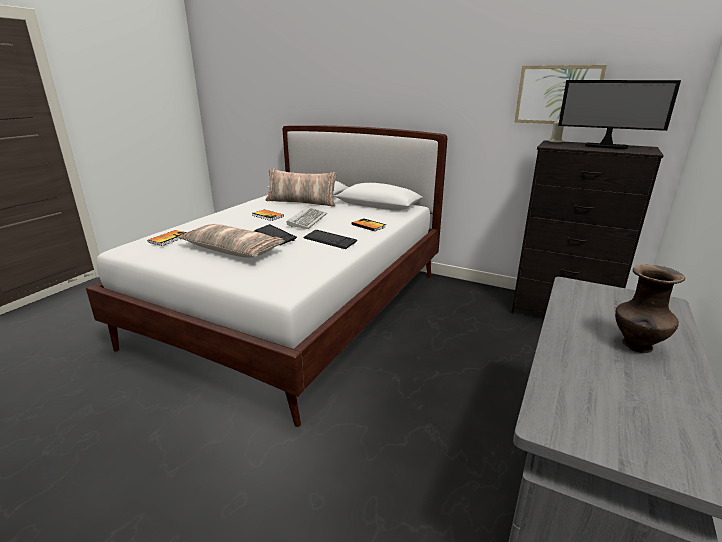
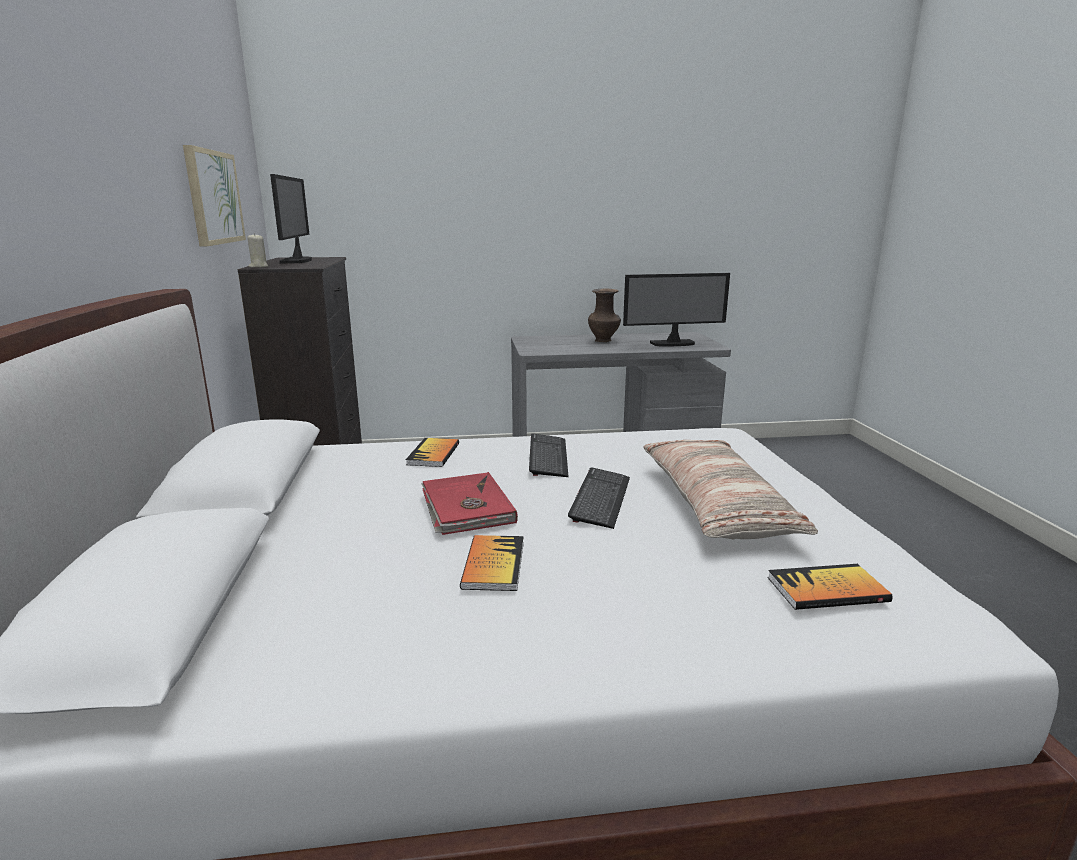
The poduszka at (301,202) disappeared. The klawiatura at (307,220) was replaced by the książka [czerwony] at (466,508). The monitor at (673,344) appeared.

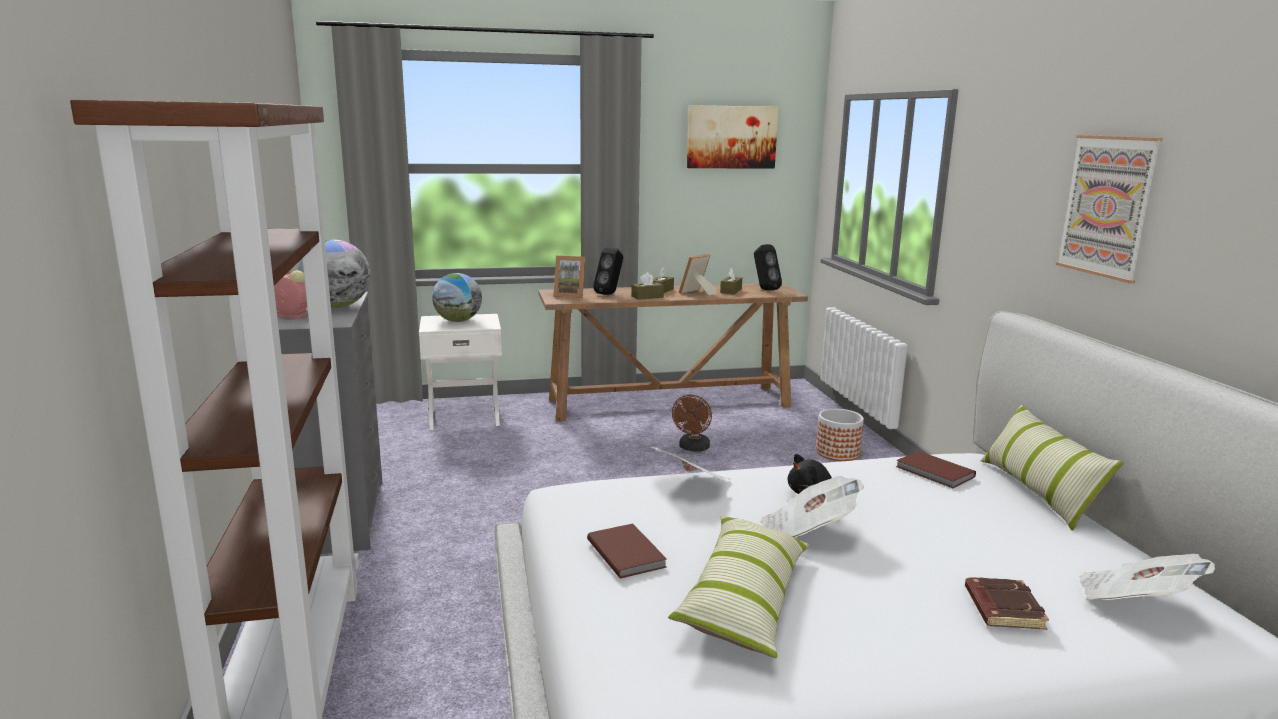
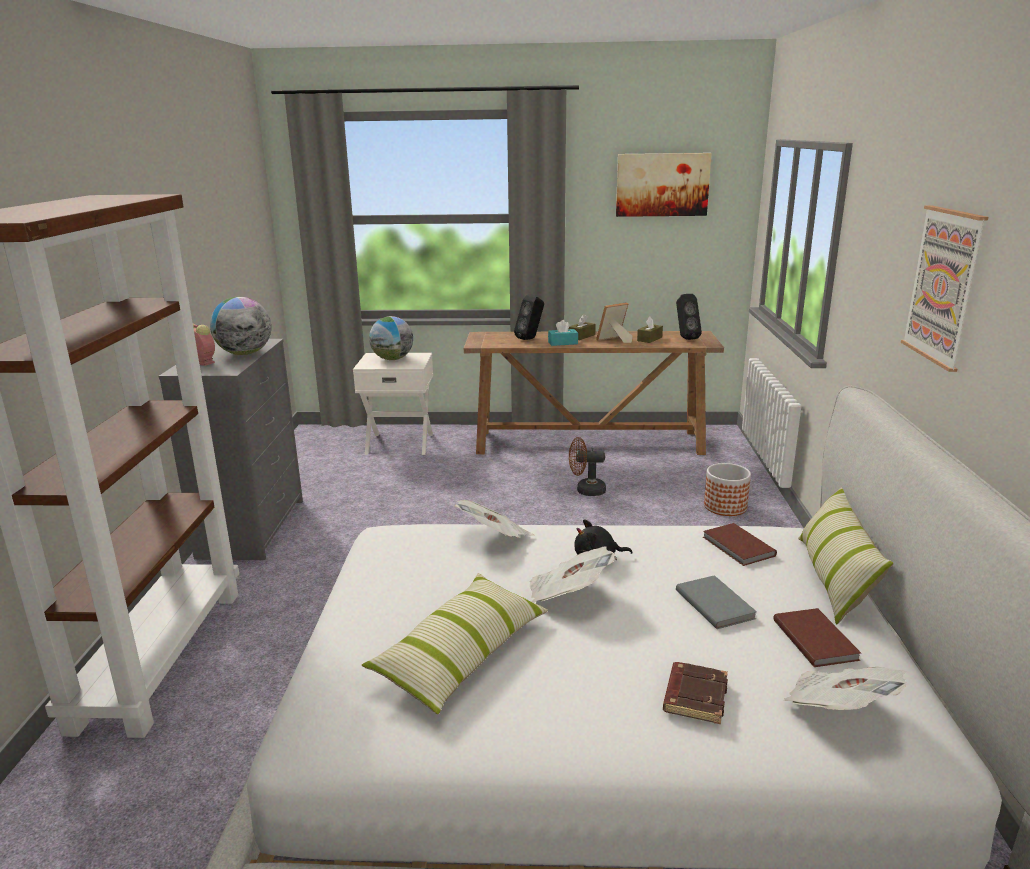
The ramka na zdjęcie at (570,295) disappeared. The książka [brązowy] moved from (627,552) to (816,639). The pudełko chusteczek [brązowy] at (647,297) became the pudełko chusteczek [turkusowy] at (563,343). The wentylator [brązowy] at (693,448) turned 60 degrees clockwise. The książka [szary] at (715,603) appeared.

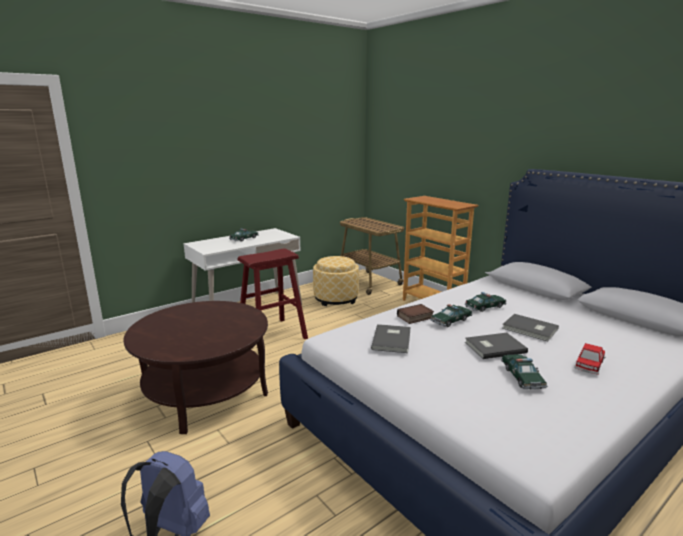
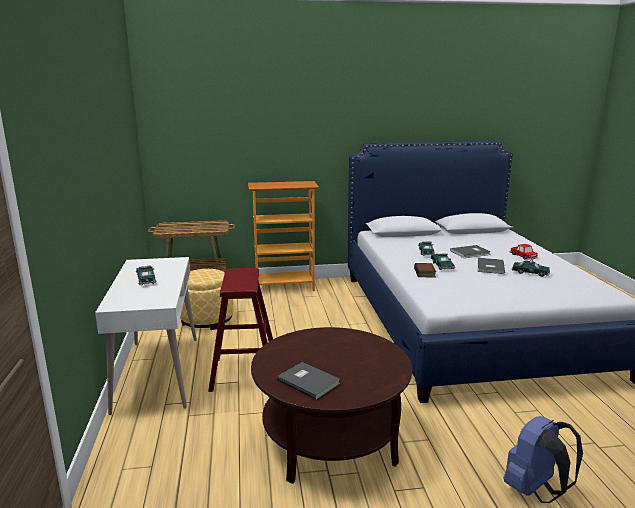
The książka [szary] moved from (393,340) to (309,381).

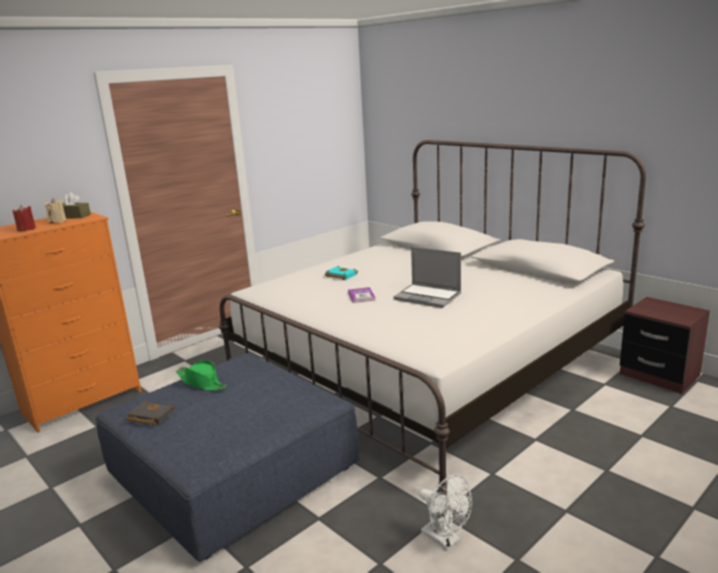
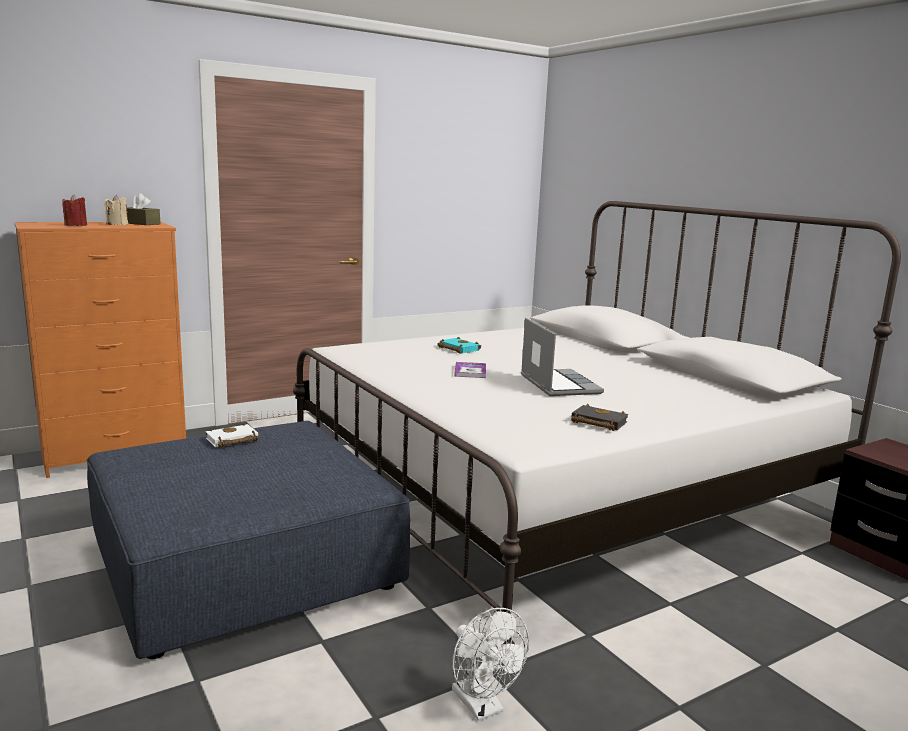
The książka [czarny] moved from (149,417) to (597,422). The kapelusz [zielony] at (202,383) was replaced by the książka [biały] at (231,441). The laptop at (428,297) turned 150 degrees counterclockwise.

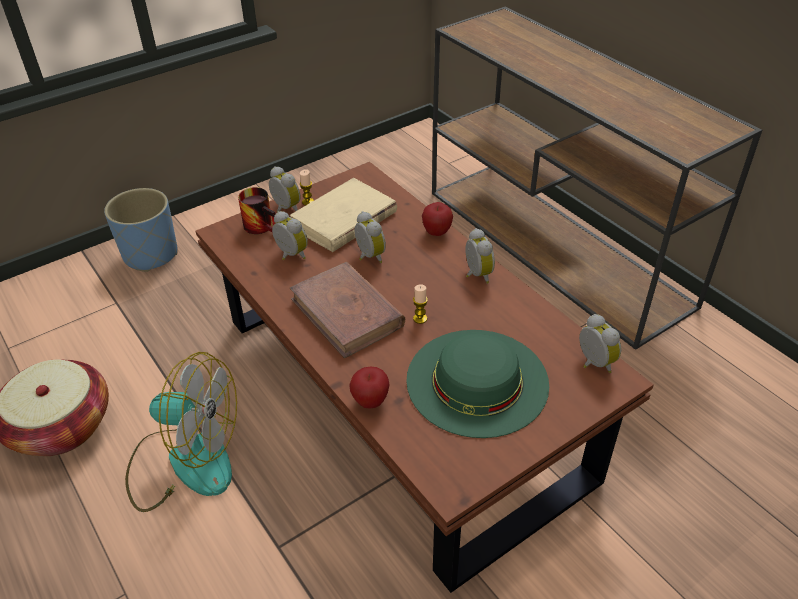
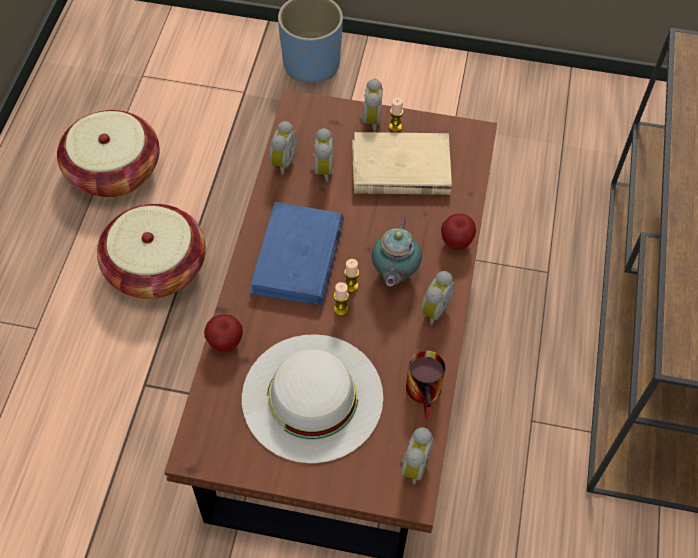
The wentylator at (185,461) was replaced by the koszyk at (156,268). The kubek moved from (263,226) to (427,393). The książka [brązowy] at (347,313) became the książka [niebieski] at (298,258). The budzik moved from (368,256) to (281,162). The kapelusz [zielony] at (477,381) became the kapelusz [biały] at (312,397). The świeca at (351,286) appeared. The imbryk at (394,274) appeared.

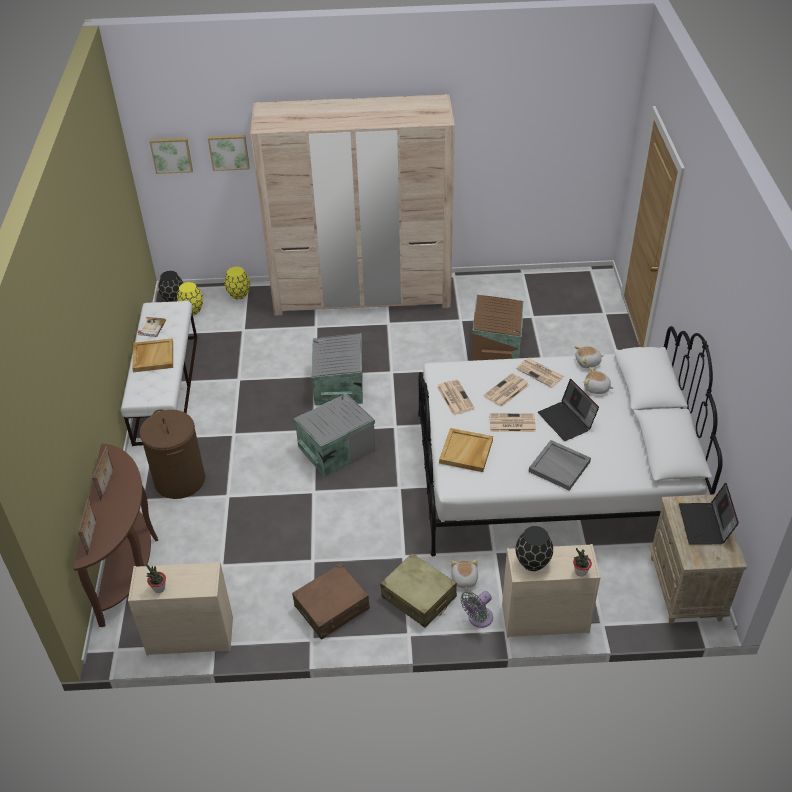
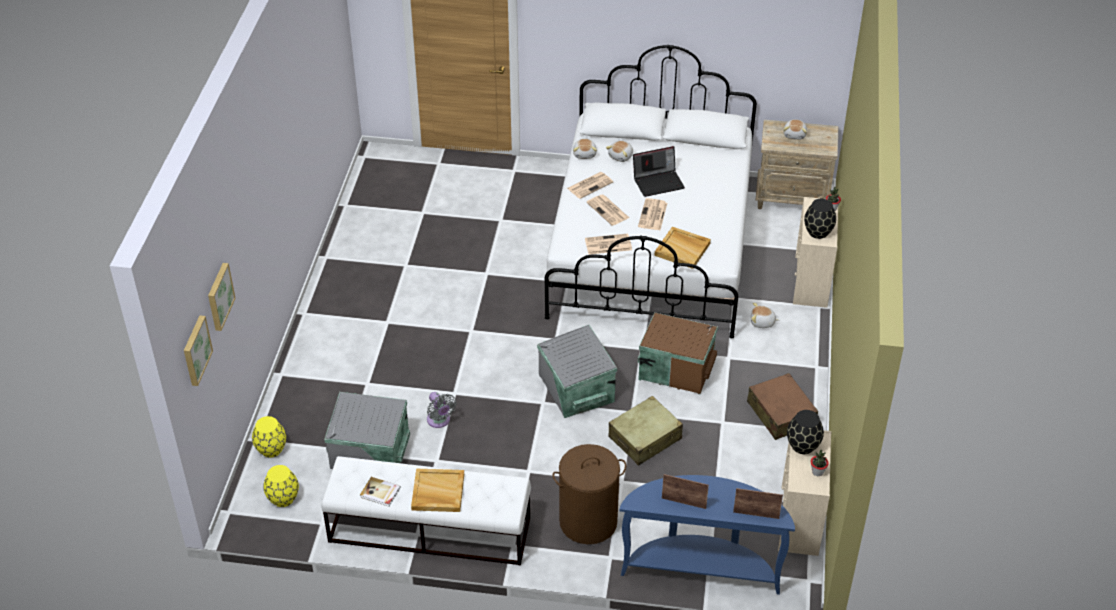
The stolik konsolowy [brązowy] at (131,564) became the stolik konsolowy [niebieski] at (701,567). The wazon [czarny] moved from (173,298) to (802,446). The szafa [beżowy] at (362,294) disappeared. The pojemnik do przechowywania [szary] moved from (338,385) to (370,452). The walizka [beżowy] moved from (419,597) to (645,438). The wentylator [szary] moved from (478,619) to (439,421). The pojemnik do przechowywania [brązowy] moved from (497,345) to (675,367). The taca [szary] at (560,466) disappeared. The laptop at (705,525) was replaced by the pluszak at (795,134).

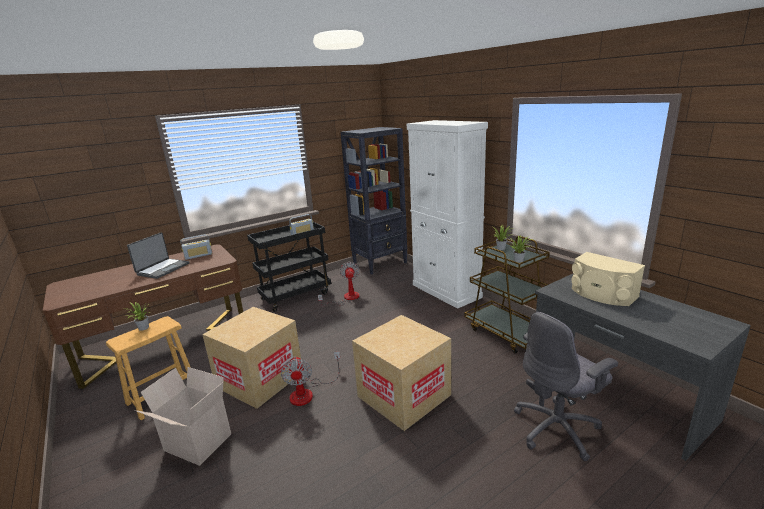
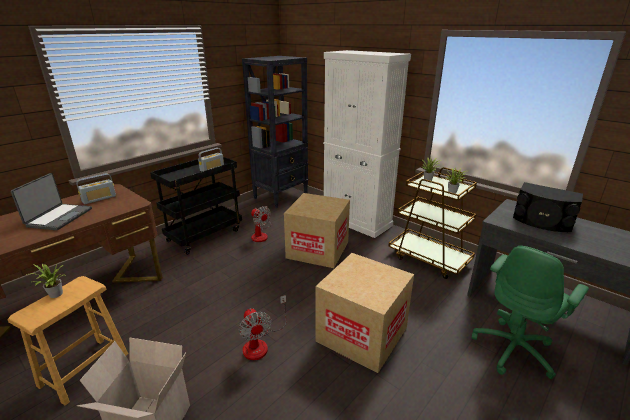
The karton moved from (260,379) to (317,250). The wentylator at (346,298) turned 150 degrees clockwise. The krzesło biurowe [szary] at (557,428) became the krzesło biurowe [zielony] at (514,349). The głośnik [beżowy] at (602,294) became the głośnik [czarny] at (542,221).

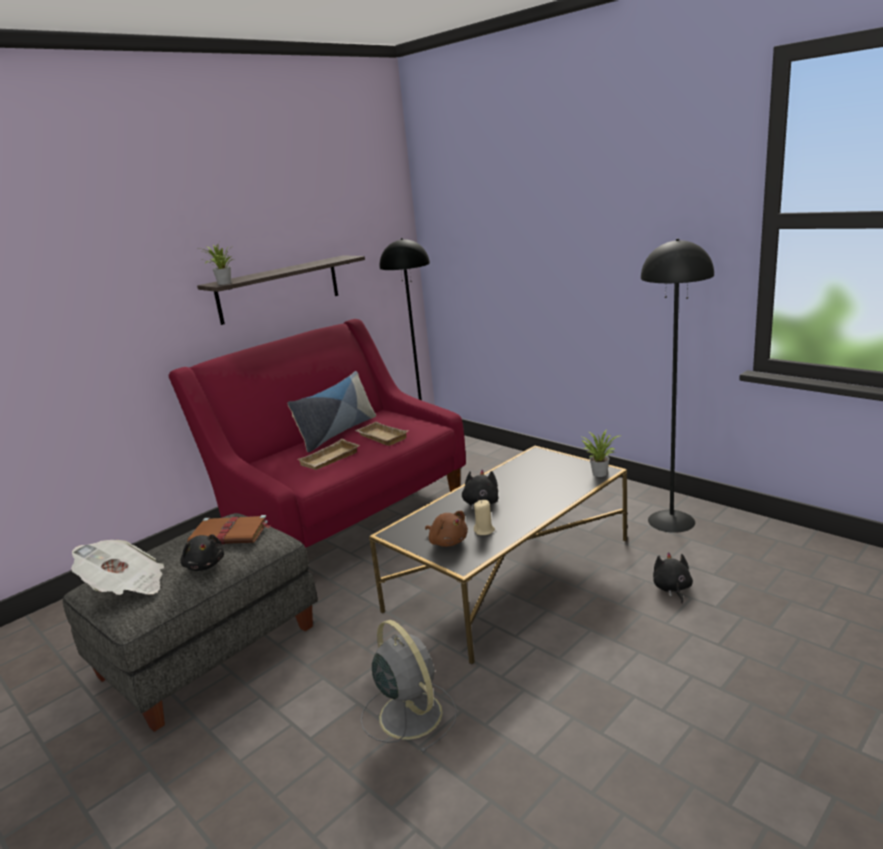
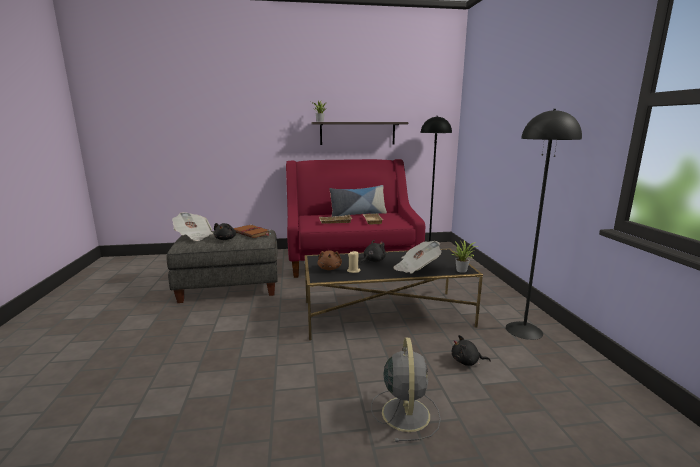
The wentylator [szary] moved from (409,713) to (405,412). The pluszak [czarny] at (672,589) turned 120 degrees counterclockwise. The gazeta at (416,268) appeared.

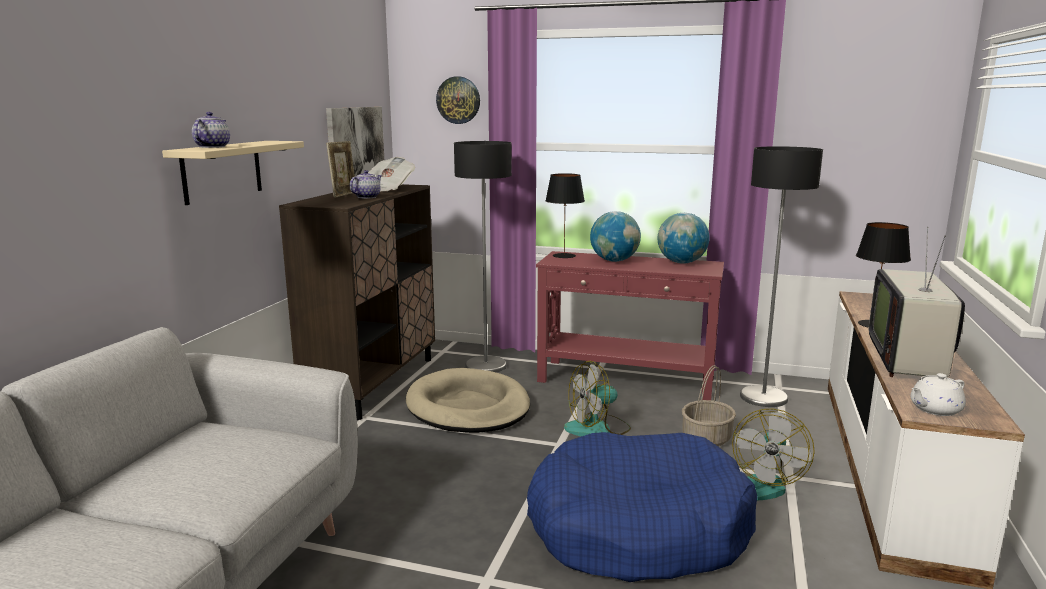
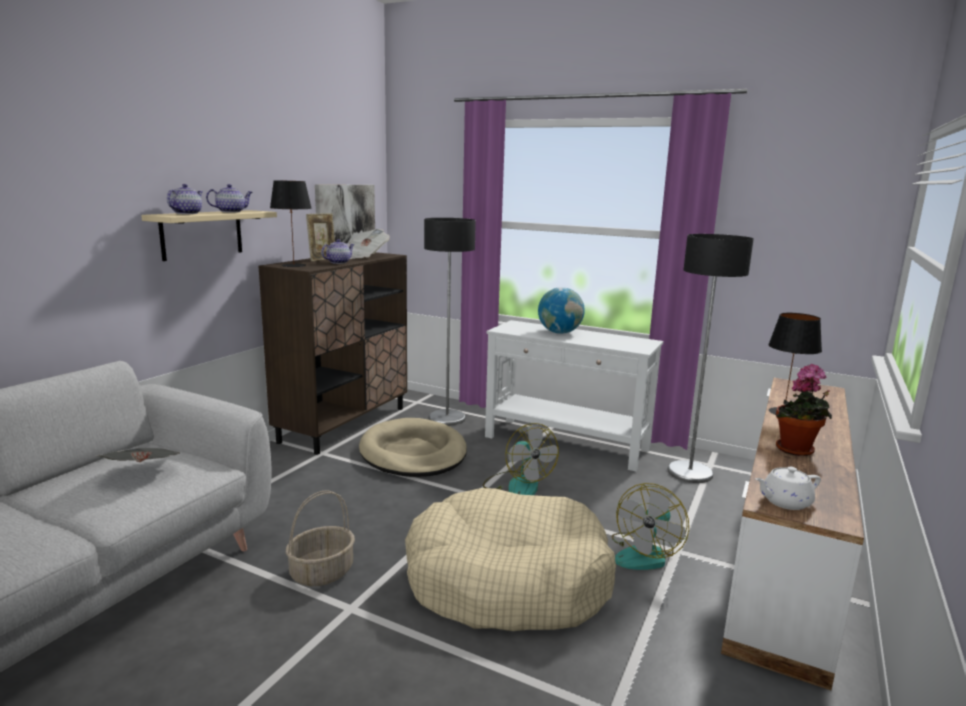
The zegar ścienny at (458,100) disappeared. The legowisko [niebieski] at (637,528) became the legowisko [beżowy] at (507,580). The stolik konsolowy [czerwony] at (626,380) became the stolik konsolowy [biały] at (566,443). The lampa stołowa [czarny] moved from (563,256) to (293,265). The wentylator at (598,429) turned 105 degrees counterclockwise. The globus at (681,262) disappeared. The koszyk moved from (706,438) to (322,572). The telewizor at (911,360) was replaced by the roślina doniczkowa at (796,451). The gazeta at (143,473) appeared. The imbryk at (231,212) appeared.

